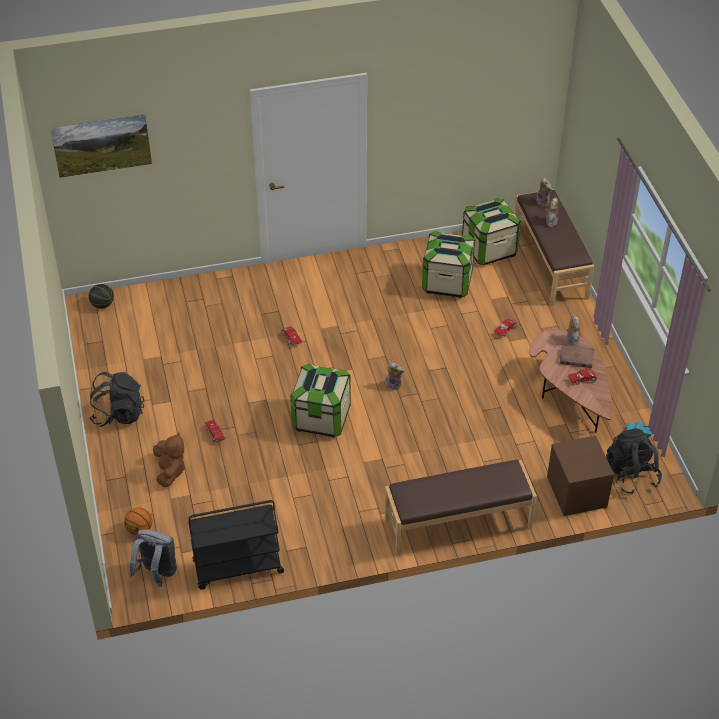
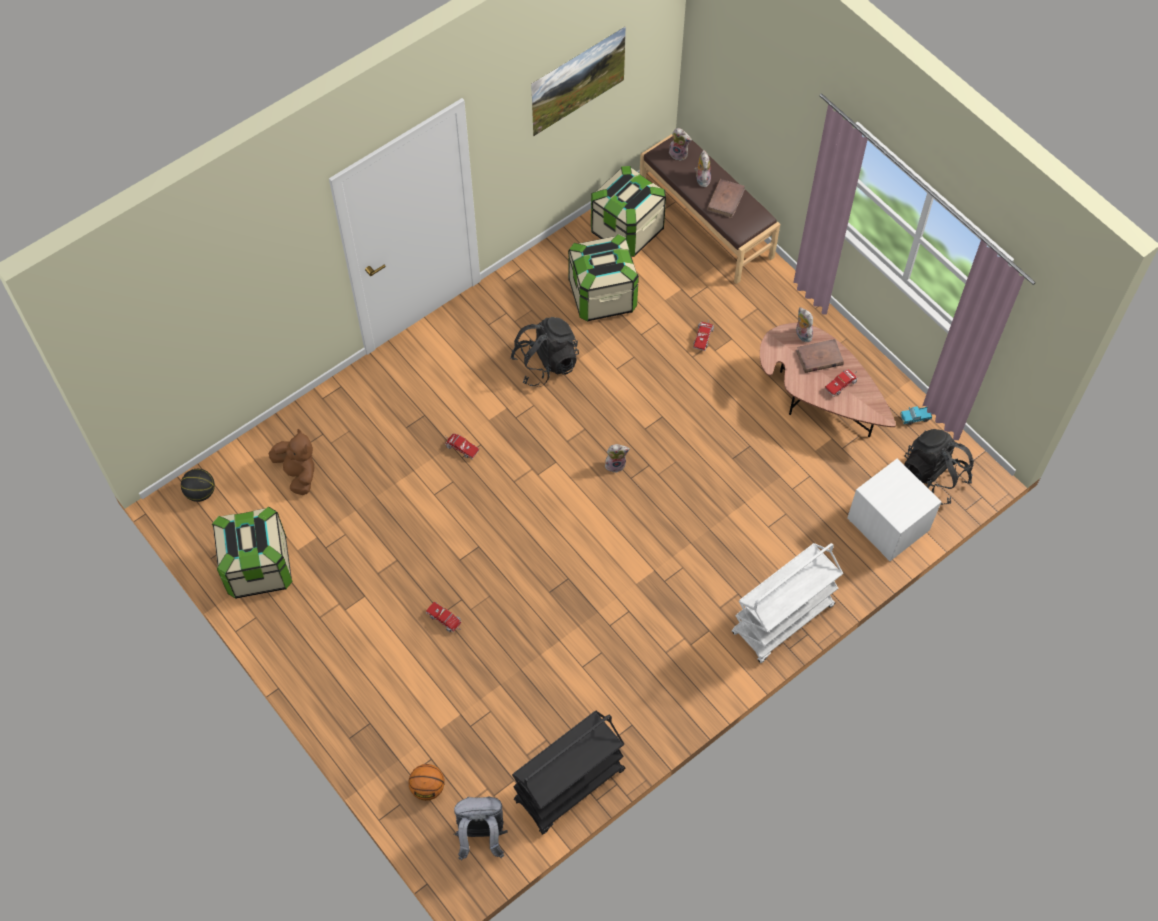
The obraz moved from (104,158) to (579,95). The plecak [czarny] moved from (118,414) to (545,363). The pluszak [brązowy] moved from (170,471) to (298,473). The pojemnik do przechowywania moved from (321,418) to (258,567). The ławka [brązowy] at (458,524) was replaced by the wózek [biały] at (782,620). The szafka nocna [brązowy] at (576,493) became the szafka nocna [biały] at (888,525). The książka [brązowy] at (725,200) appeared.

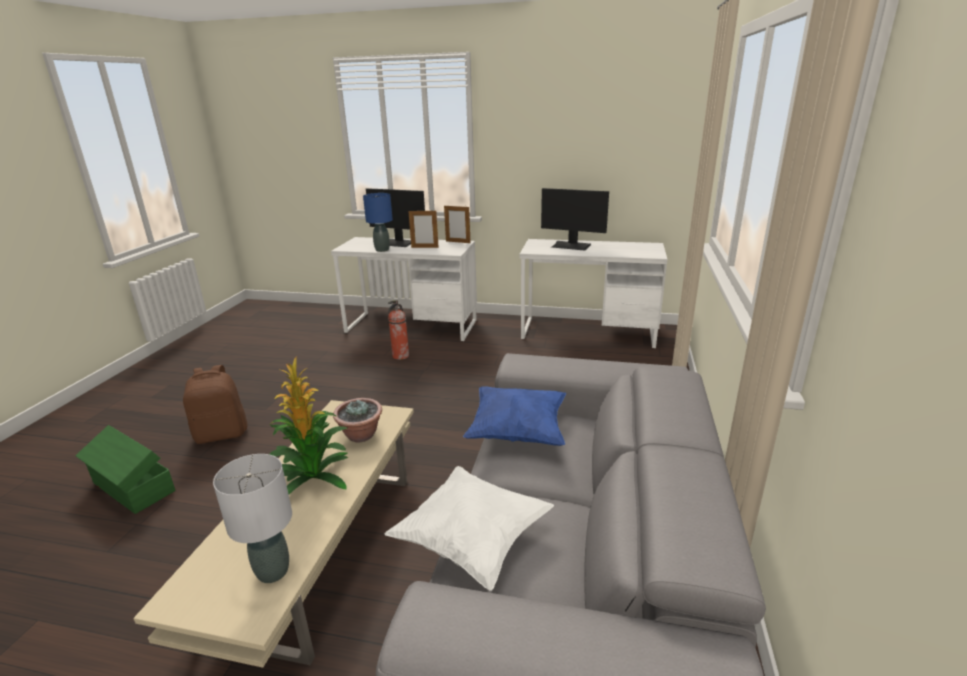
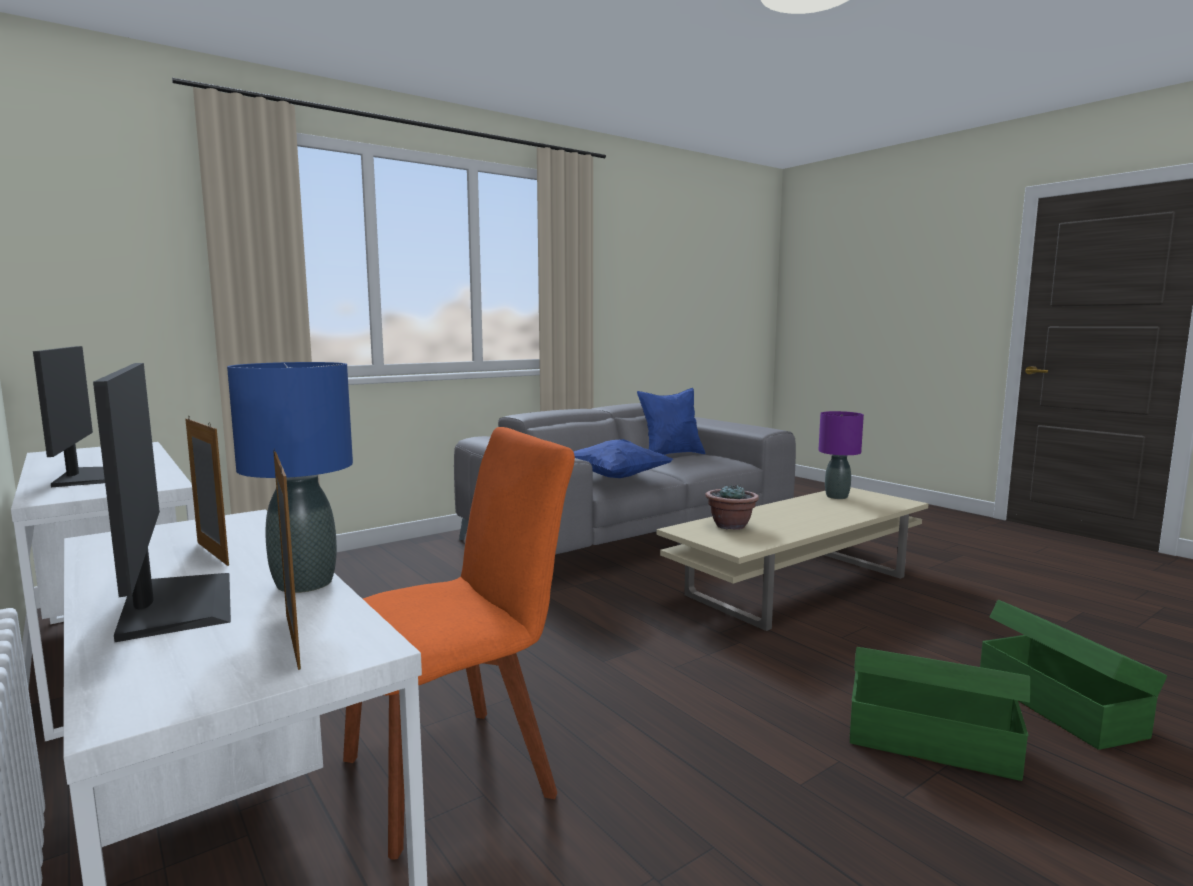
The plecak [brązowy] at (222,434) was replaced by the pojemnik do przechowywania [zielony] at (929,740). The lampa stołowa [szary] at (272,572) became the lampa stołowa [fioletowy] at (837,496). The roślina doniczkowa at (312,475) disappeared. The poduszka [biały] at (472,541) disappeared. The gaśnica at (400,356) was replaced by the krzesło [pomarańczowy] at (457,771). The ramka na zdjęcie moved from (458,242) to (292,640). The poduszka [niebieski] at (671,455) appeared.

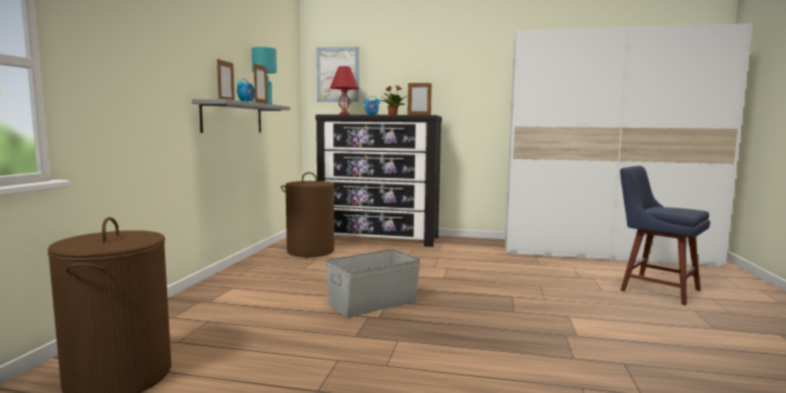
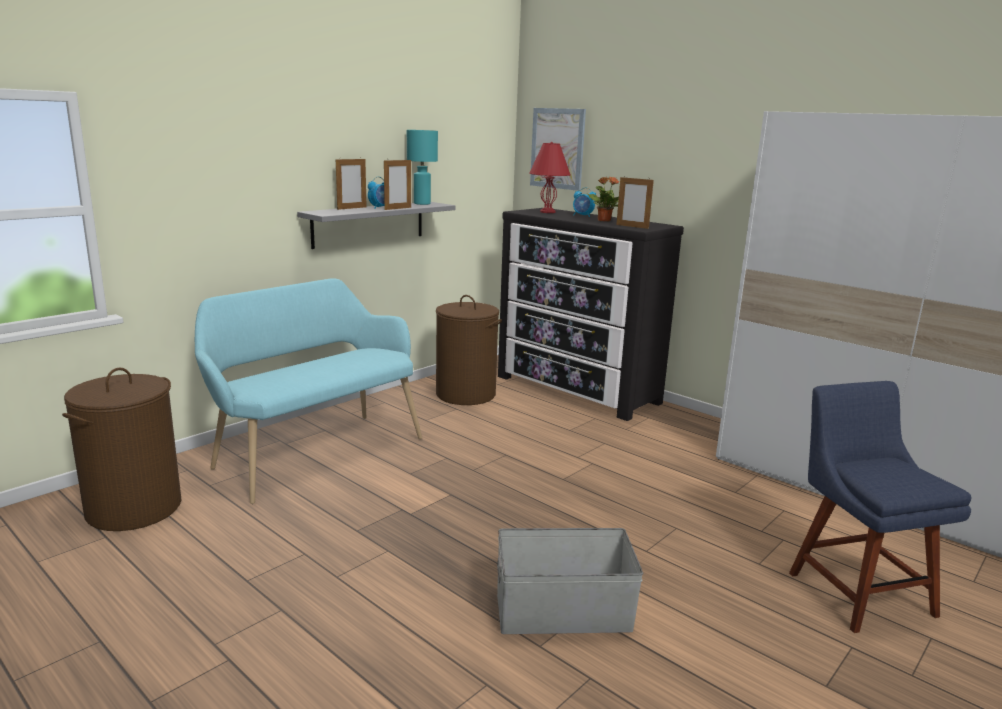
The pojemnik do przechowywania [szary] moved from (373,303) to (564,613). The ławka [turkusowy] at (313,451) appeared.

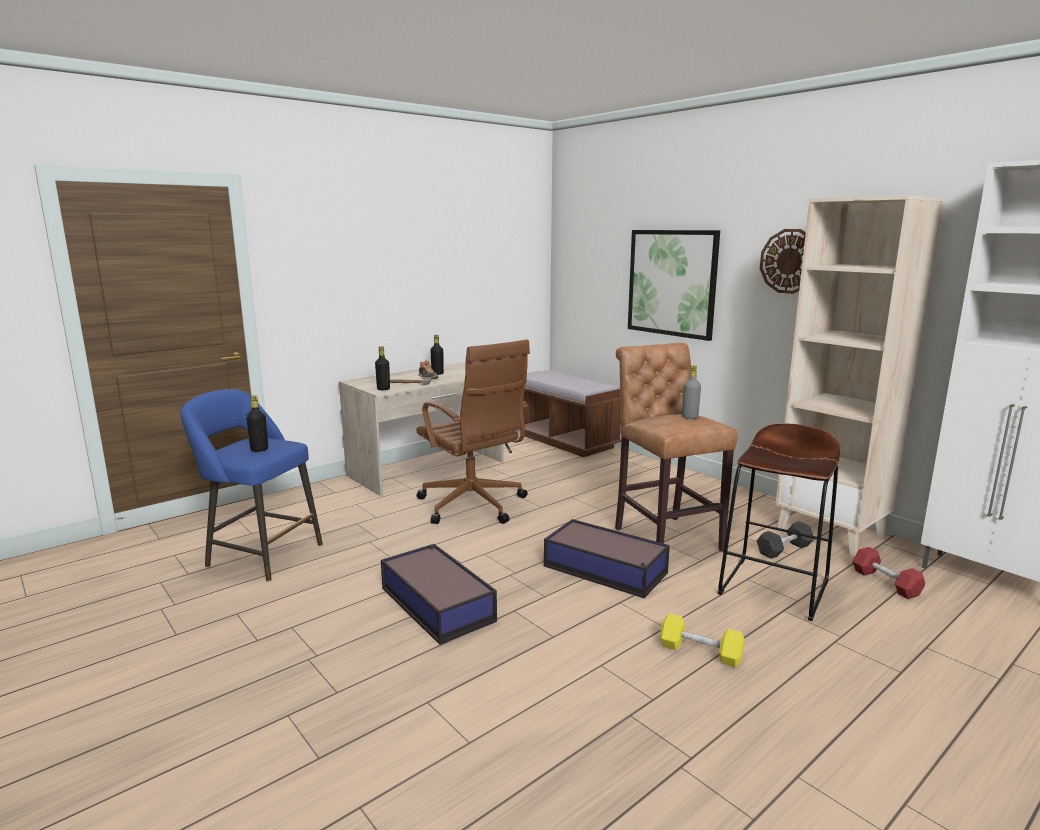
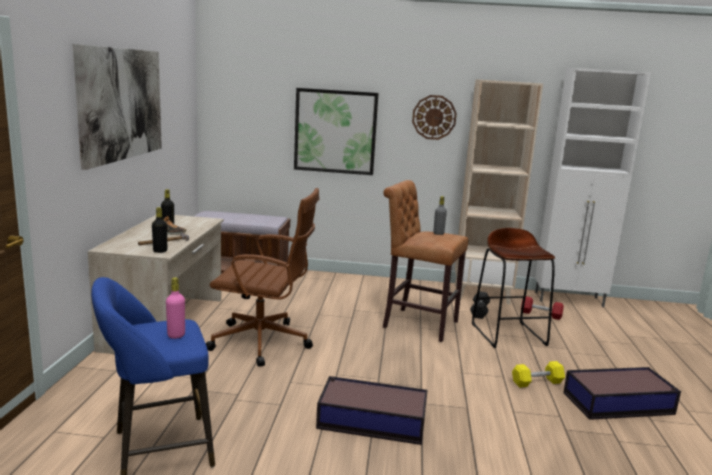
The butelka [czarny] at (259,449) became the butelka [różowy] at (176,335). The pojemnik do przechowywania moved from (606,570) to (619,403). The obraz at (121,104) appeared.

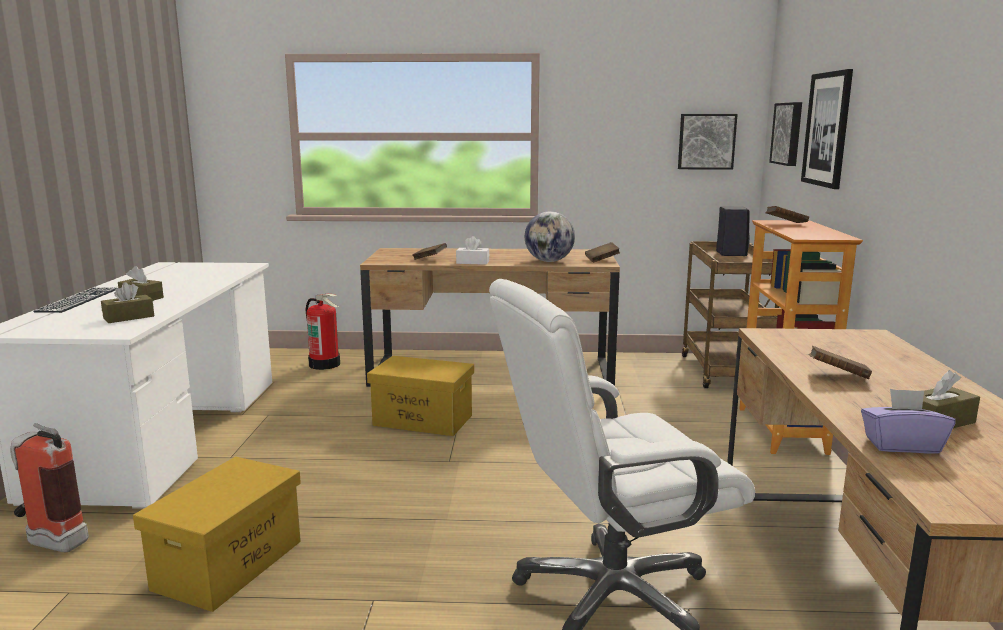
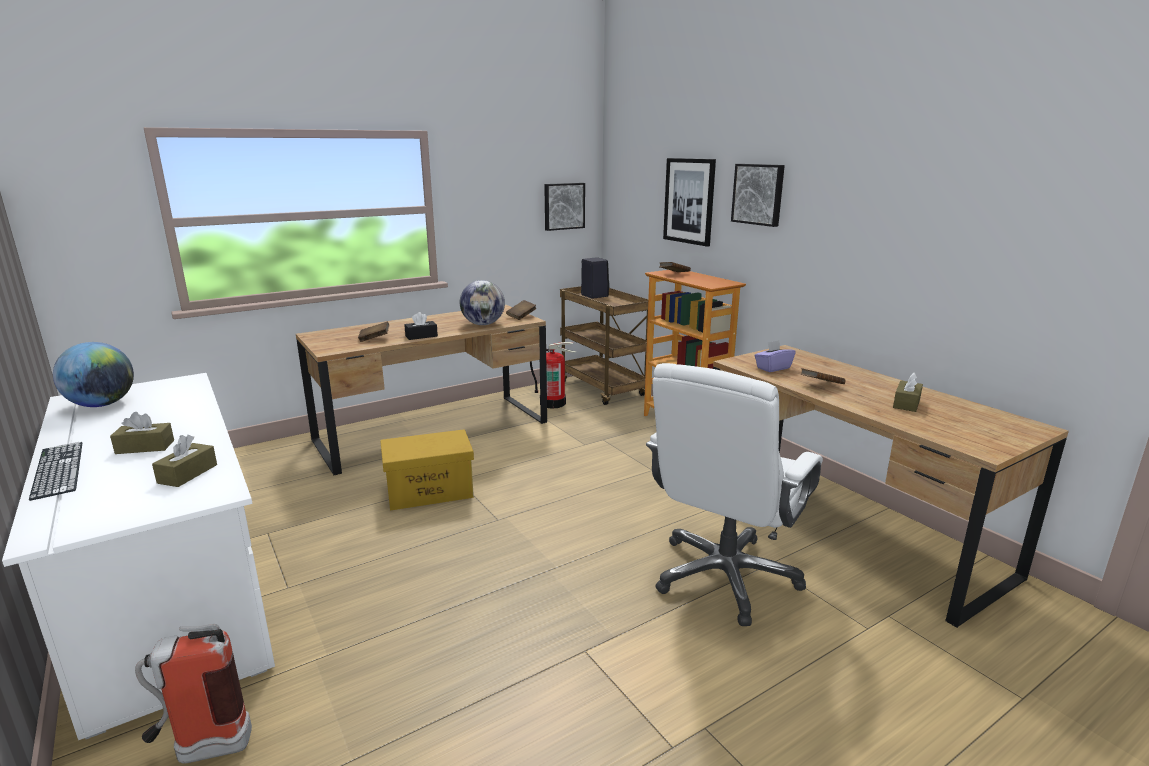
The pojemnik do przechowywania [żółty] at (229,563) disappeared. The gaśnica moved from (325,364) to (553,403). The pudełko chusteczek [biały] at (472,262) became the pudełko chusteczek [czarny] at (421,336). The obraz moved from (788,133) to (758,194). The pudełko chusteczek [fioletowy] moved from (901,445) to (773,368). The globus at (102,404) appeared.

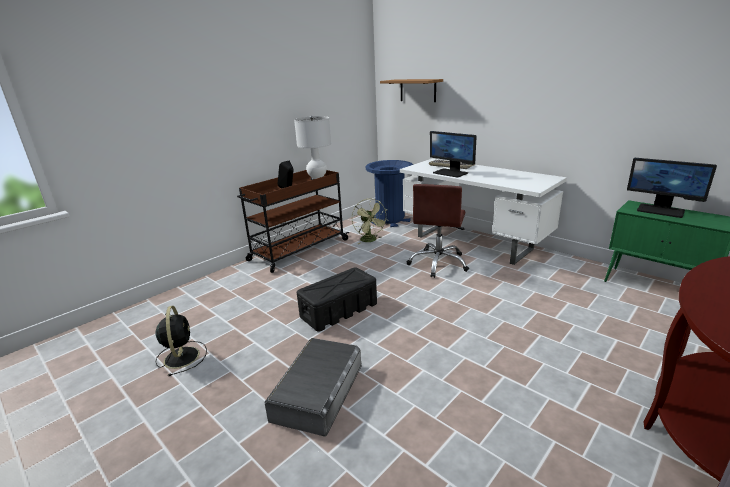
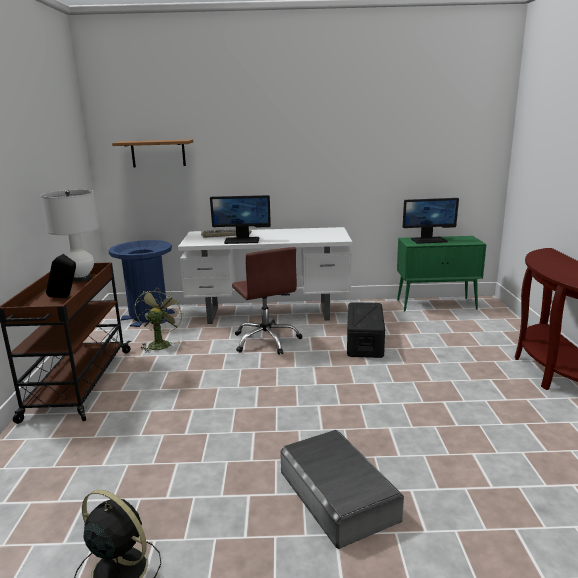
The pojemnik do przechowywania [czarny] moved from (339,310) to (364,342). The wentylator [zielony] at (370,240) turned 105 degrees counterclockwise.

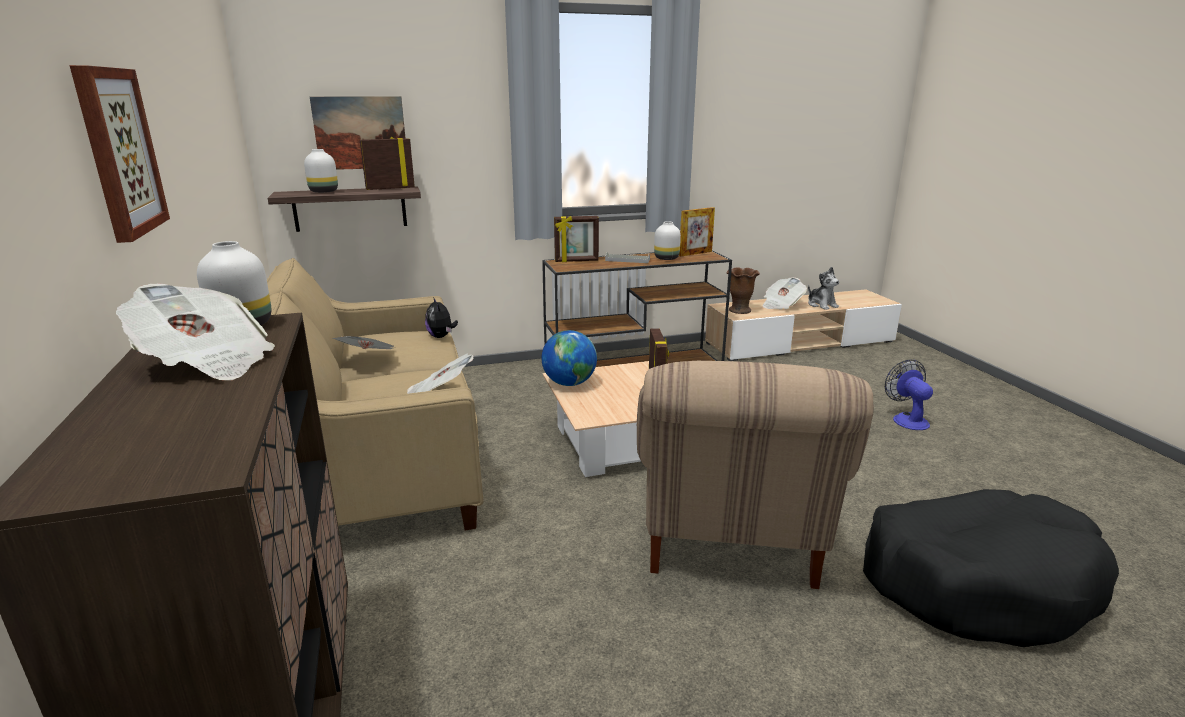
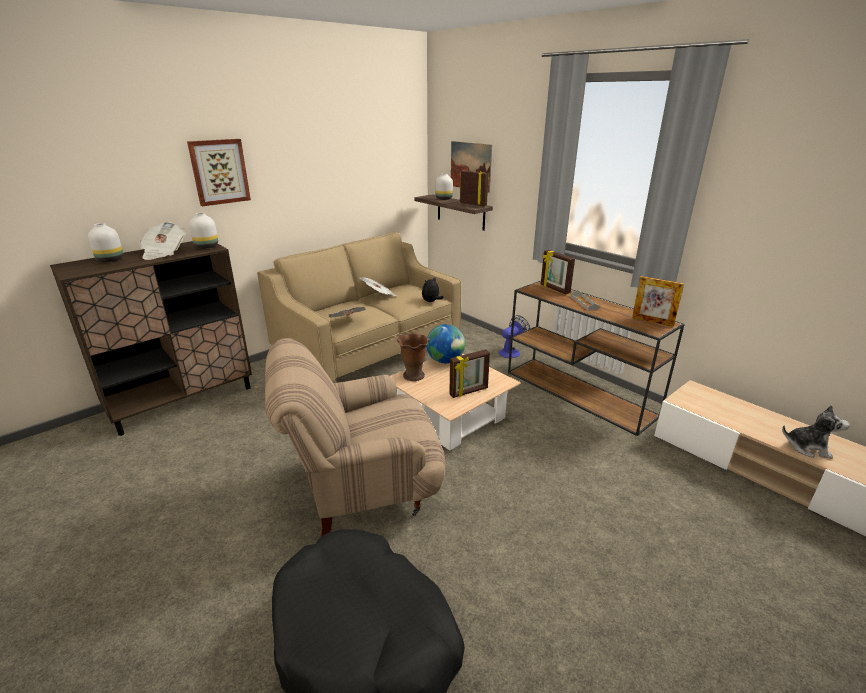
The wazon [biały] moved from (666,258) to (109,260). The wazon [brązowy] moved from (739,310) to (414,375). The gazeta at (781,305) disappeared. The pluszak at (821,305) turned 105 degrees counterclockwise. The wentylator moved from (906,419) to (512,352).

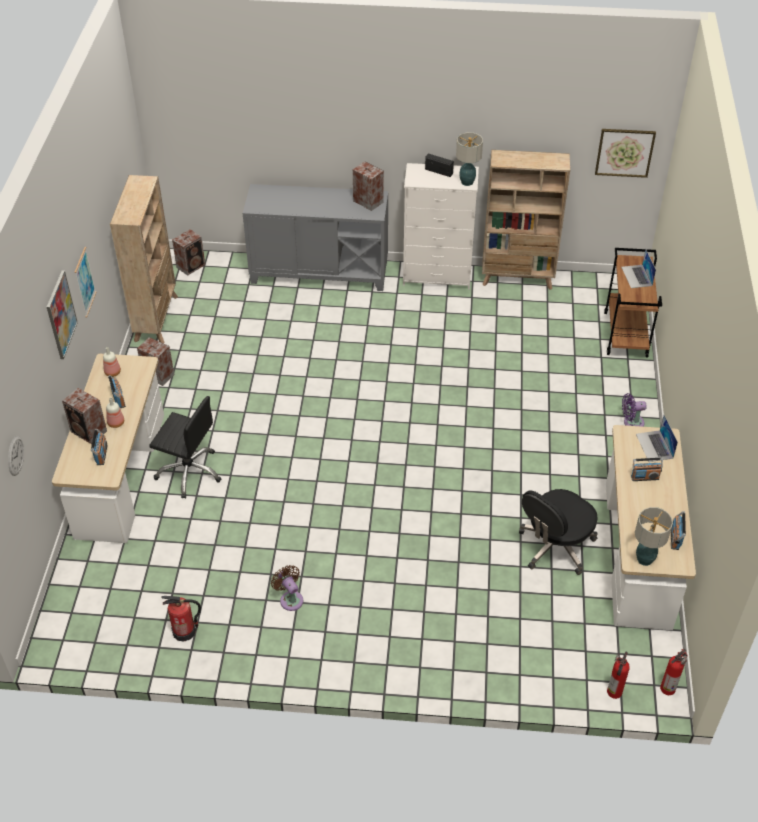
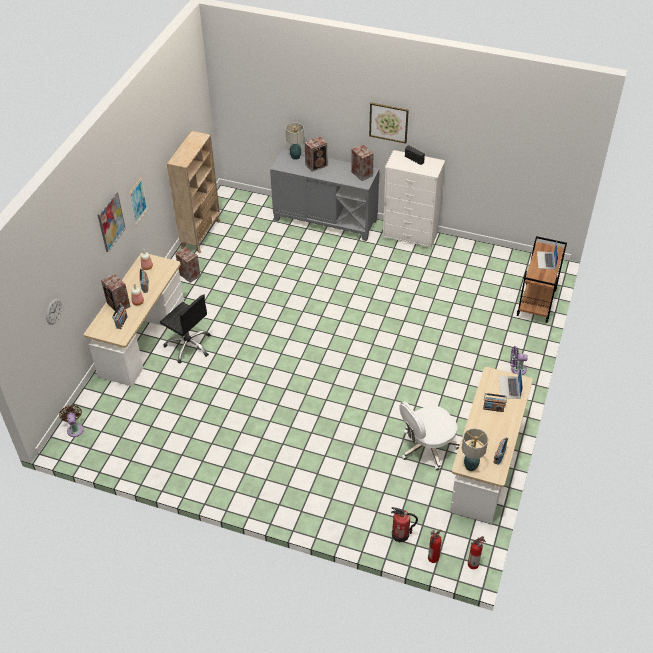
The gaśnica moved from (184,631) to (400,534). The głośnik moved from (191,266) to (317,165). The wentylator [brązowy] moved from (290,599) to (75,429). The lampa stołowa moved from (467,182) to (296,157). The regał [beżowy] at (517,278) disappeared. The krzesło biurowe [czarny] at (555,546) became the krzesło biurowe [biały] at (427,447). The obraz moved from (624,152) to (388,122).

